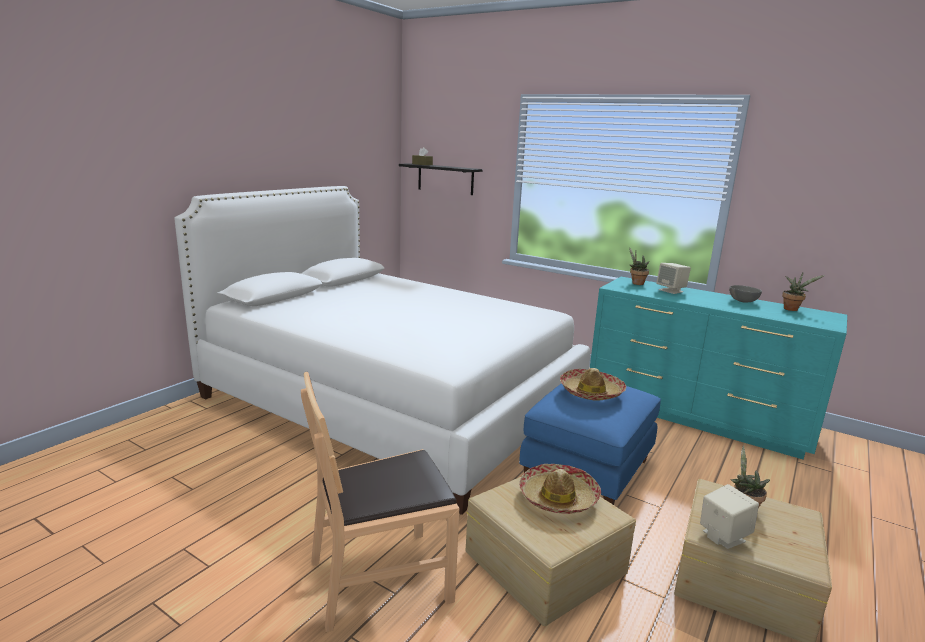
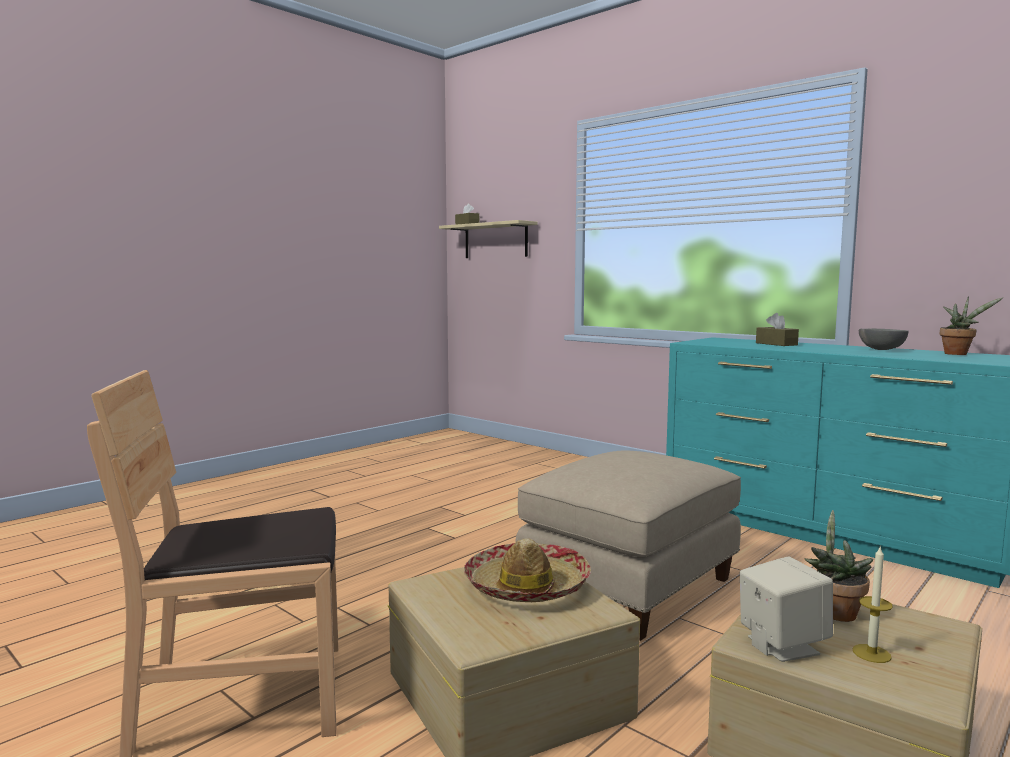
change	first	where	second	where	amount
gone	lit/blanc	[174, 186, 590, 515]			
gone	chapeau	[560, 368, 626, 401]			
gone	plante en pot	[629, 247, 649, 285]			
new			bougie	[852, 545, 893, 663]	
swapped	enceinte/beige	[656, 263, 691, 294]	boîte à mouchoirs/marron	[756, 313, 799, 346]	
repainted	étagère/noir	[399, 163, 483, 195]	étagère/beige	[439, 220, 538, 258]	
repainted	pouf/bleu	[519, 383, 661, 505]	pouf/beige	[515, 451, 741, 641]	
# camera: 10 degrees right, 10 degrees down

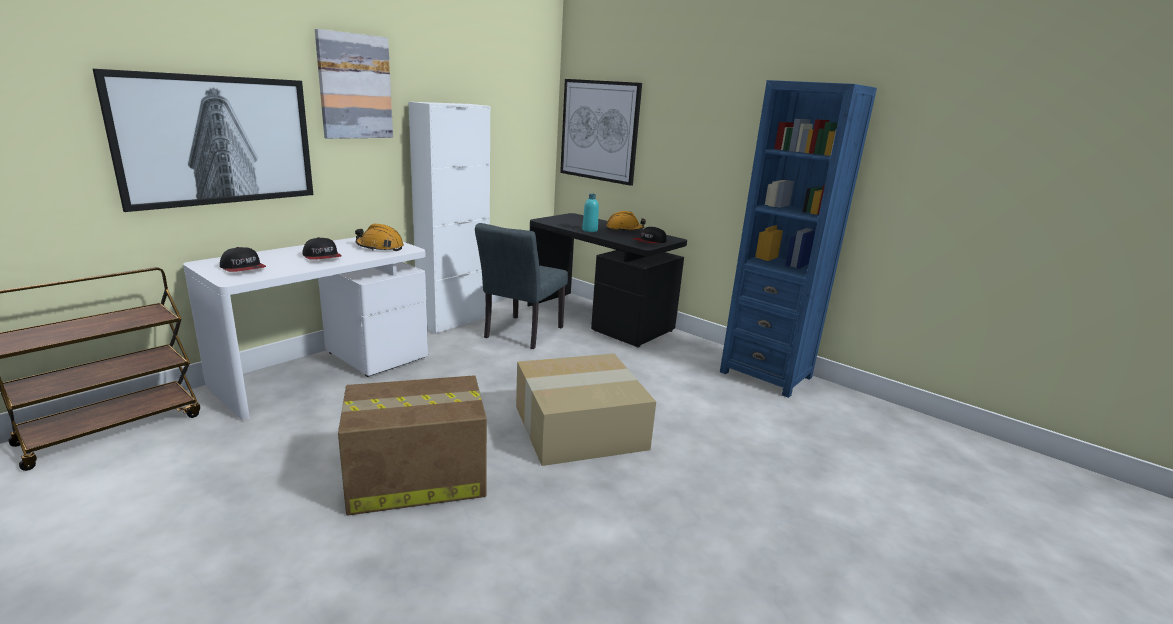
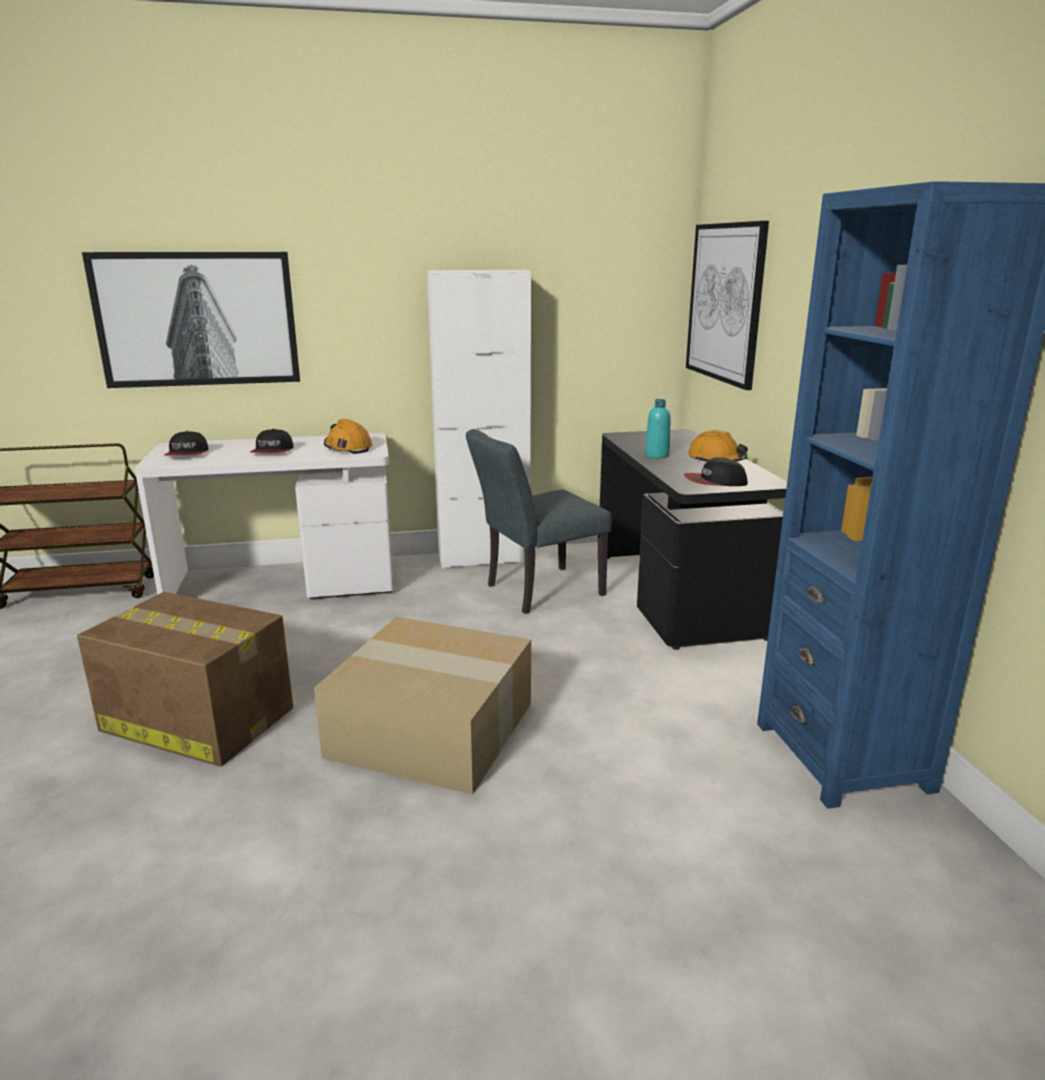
change	first	where	second	where	amount
gone	tableau	[315, 29, 393, 139]			
# camera: 40 degrees right, 0 degrees up

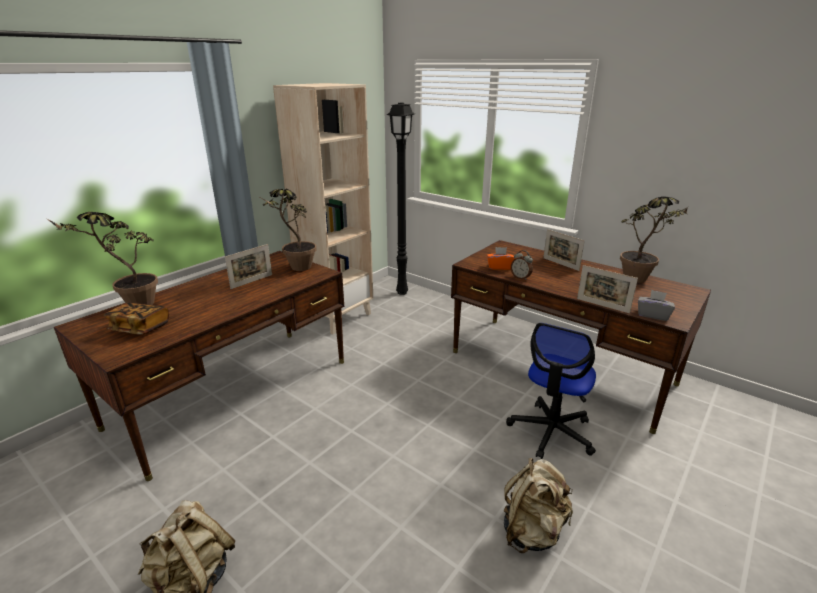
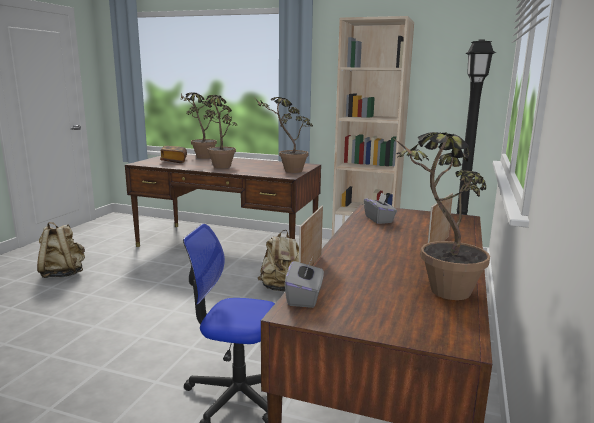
change	first	where	second	where	amount
gone	cadre photo	[225, 244, 272, 289]			
gone	réveil	[511, 250, 533, 280]			
new			plante en pot	[203, 95, 237, 169]	
shifted	sac à dos/beige	[504, 458, 573, 553]		[258, 230, 299, 291]	
repainted	boîte à mouchoirs/orange	[487, 247, 515, 270]	boîte à mouchoirs/gris	[364, 193, 397, 224]	
# camera: 70 degrees right, 10 degrees down

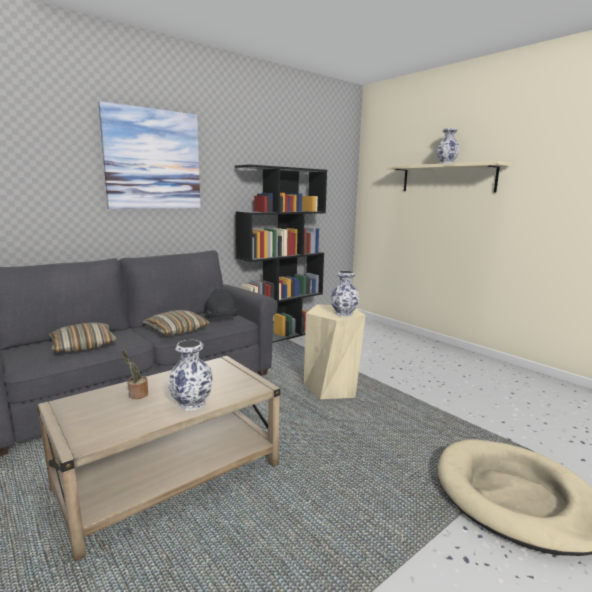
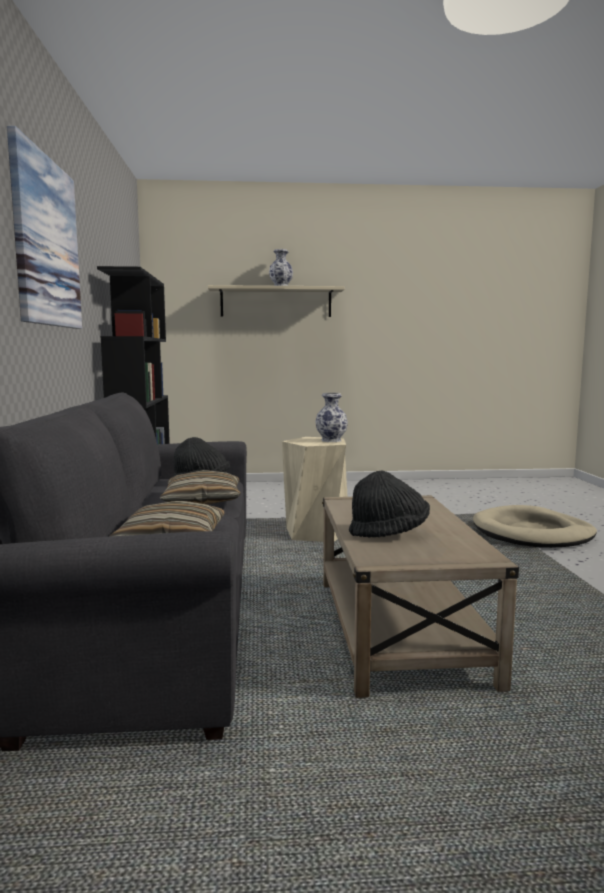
change	first	where	second	where	amount
gone	vase	[168, 340, 213, 411]			
swapped	plante en pot	[122, 350, 148, 399]	chapeau/noir	[349, 470, 430, 538]	
# camera: 55 degrees left, 5 degrees down

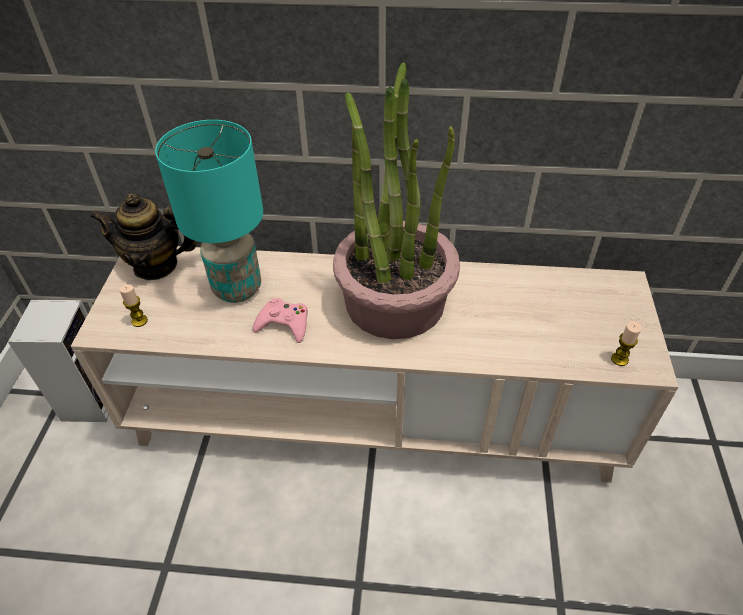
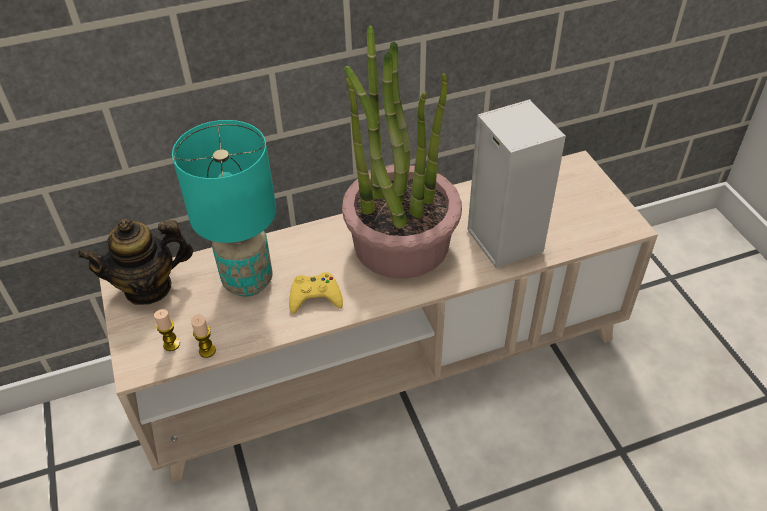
change	first	where	second	where	amount
shifted	enceinte	[8, 300, 109, 422]		[467, 99, 566, 268]	
shifted	bougie	[611, 321, 642, 366]		[191, 315, 216, 358]	
repainted	manette/rose	[253, 298, 308, 343]	manette/jaune	[289, 272, 343, 314]	
# camera: 25 degrees left, 0 degrees up

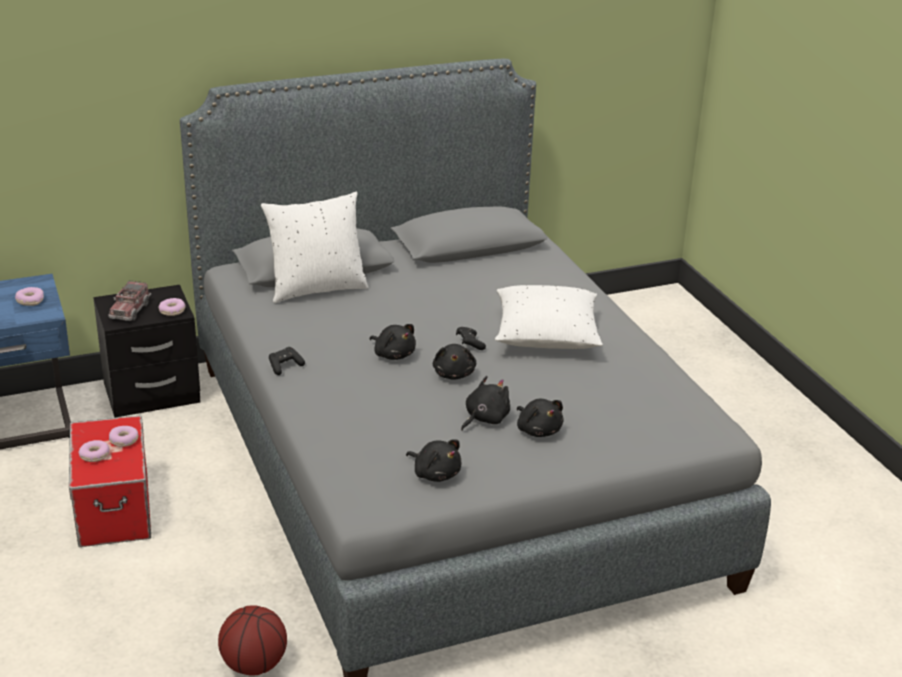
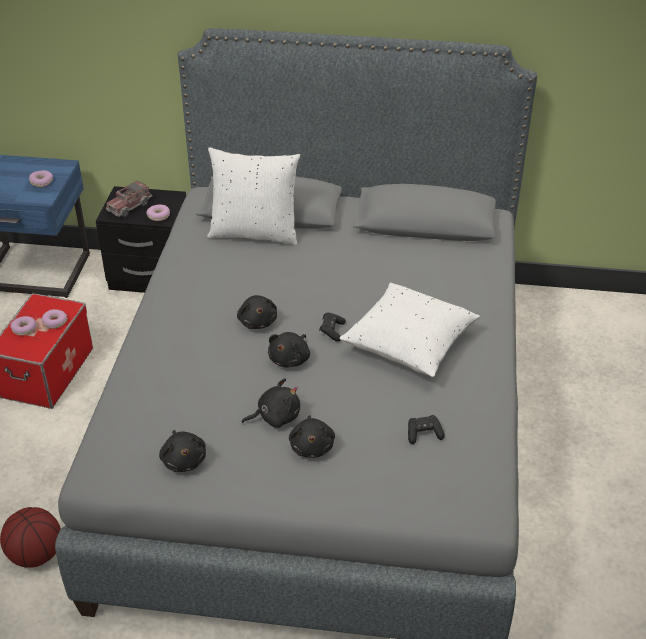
change	first	where	second	where	amount
shifted	manette/noir	[269, 347, 305, 375]		[408, 415, 445, 444]	
# camera: 30 degrees right, 10 degrees up

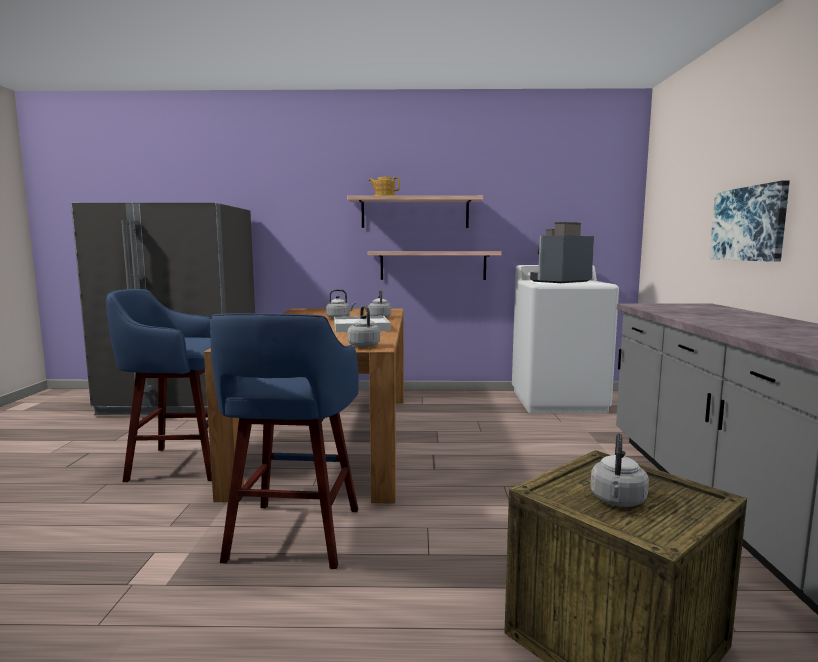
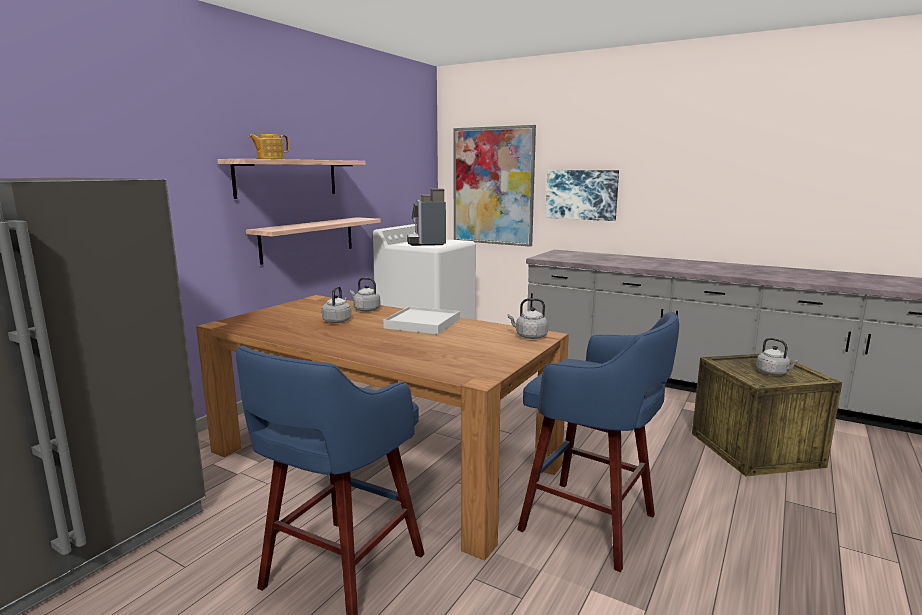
change	first	where	second	where	amount
new			tableau	[453, 125, 536, 247]	
# camera: 60 degrees left, 5 degrees up

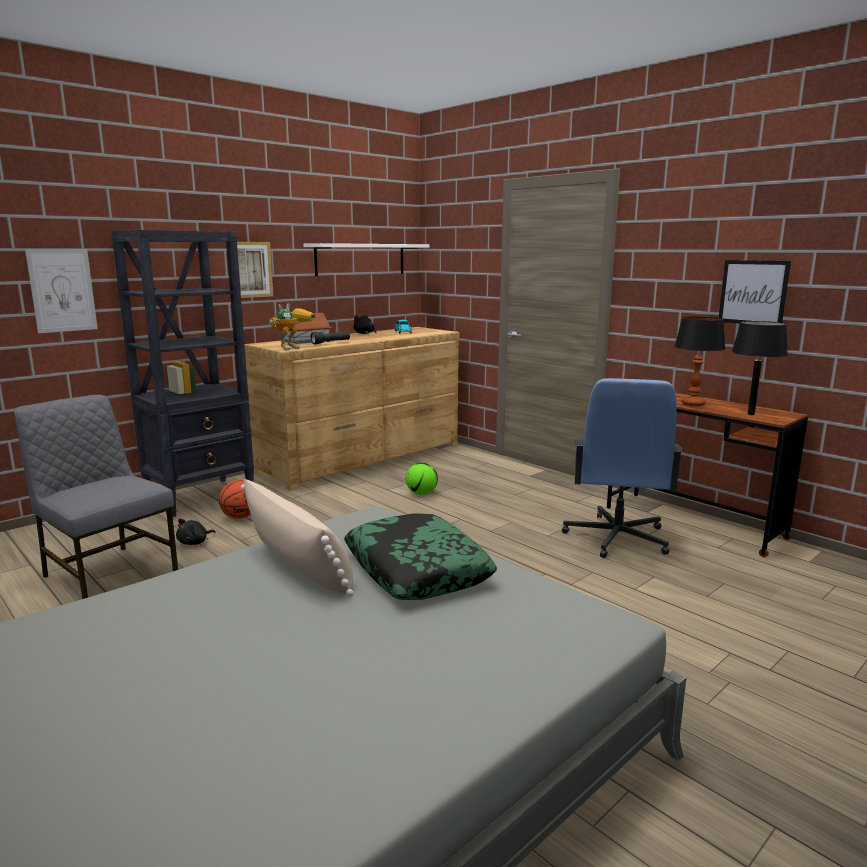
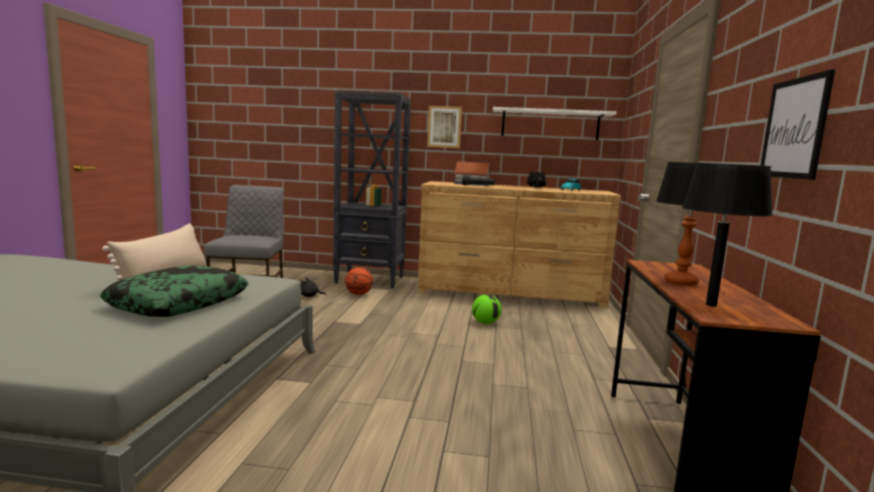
change	first	where	second	where	amount
gone	tableau	[25, 249, 98, 333]			
gone	robot jouet	[269, 304, 316, 351]			
gone	chaise de bureau/bleu	[562, 378, 683, 558]			
# camera: 50 degrees right, 5 degrees down

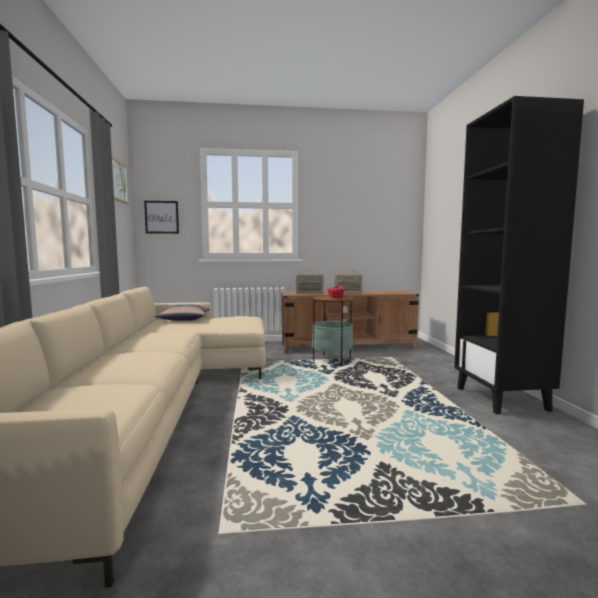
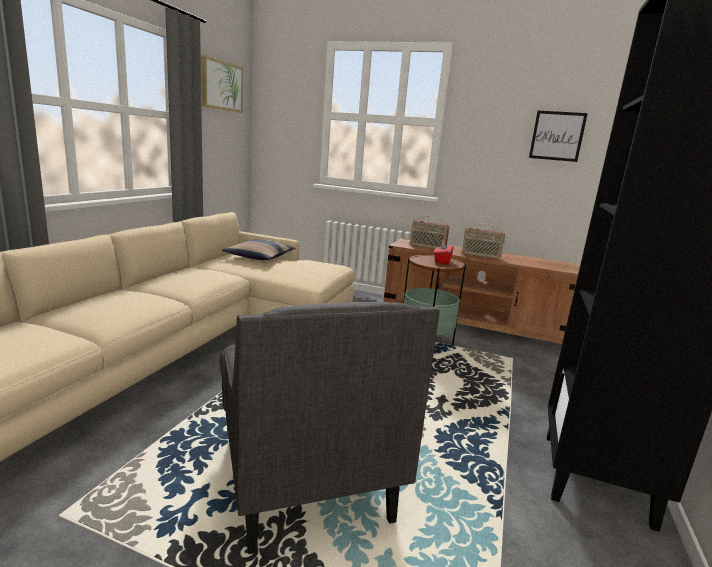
change	first	where	second	where	amount
new			fauteuil/gris	[219, 302, 440, 554]	
shifted	tableau	[144, 201, 179, 234]		[529, 111, 588, 162]	
# camera: 25 degrees right, 10 degrees up

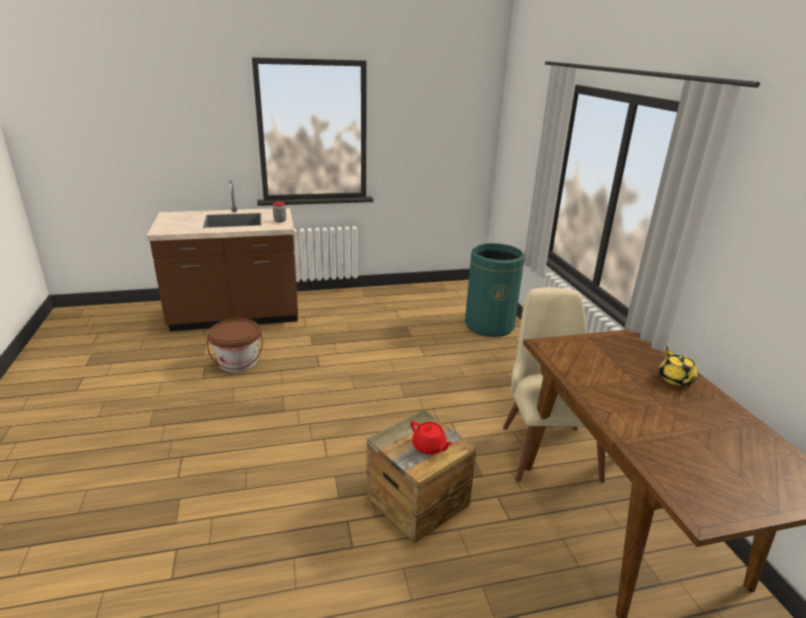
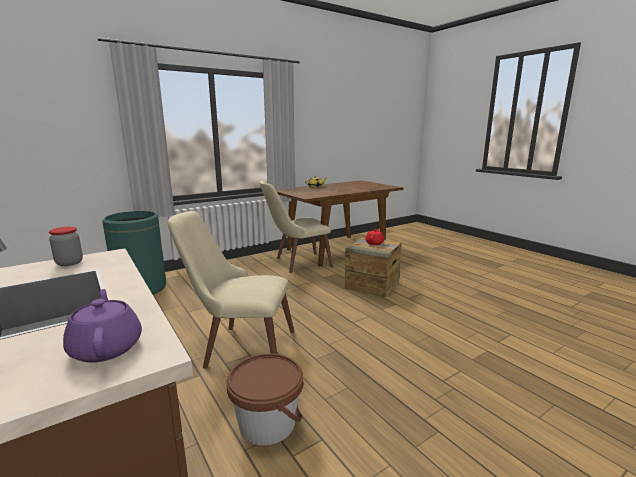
change	first	where	second	where	amount
new			théière/violet	[63, 289, 142, 363]	
new			chaise/beige	[168, 211, 294, 368]	
# camera: 110 degrees left, 10 degrees down

